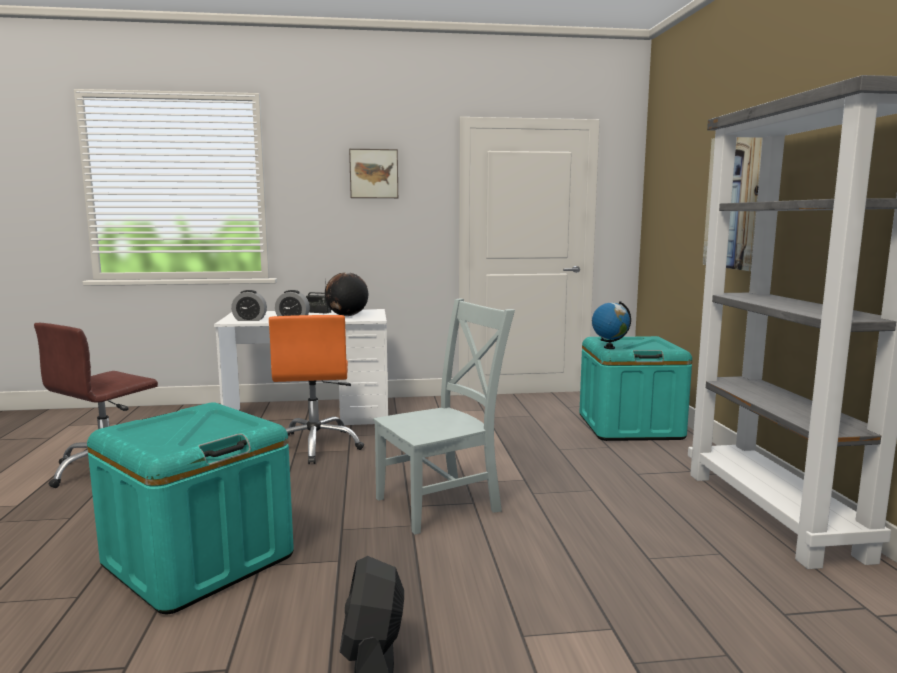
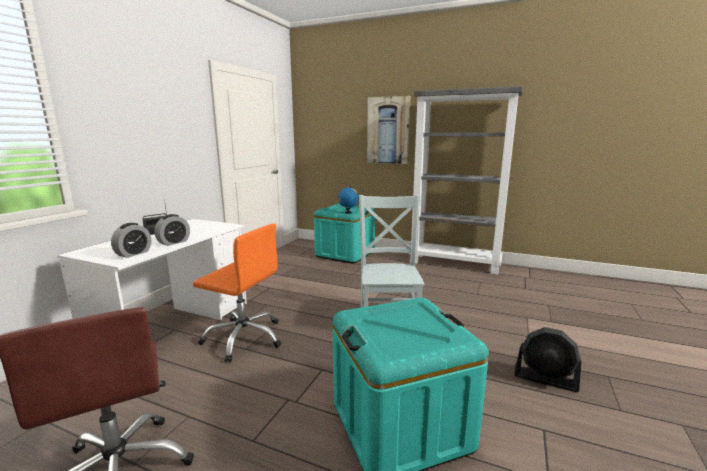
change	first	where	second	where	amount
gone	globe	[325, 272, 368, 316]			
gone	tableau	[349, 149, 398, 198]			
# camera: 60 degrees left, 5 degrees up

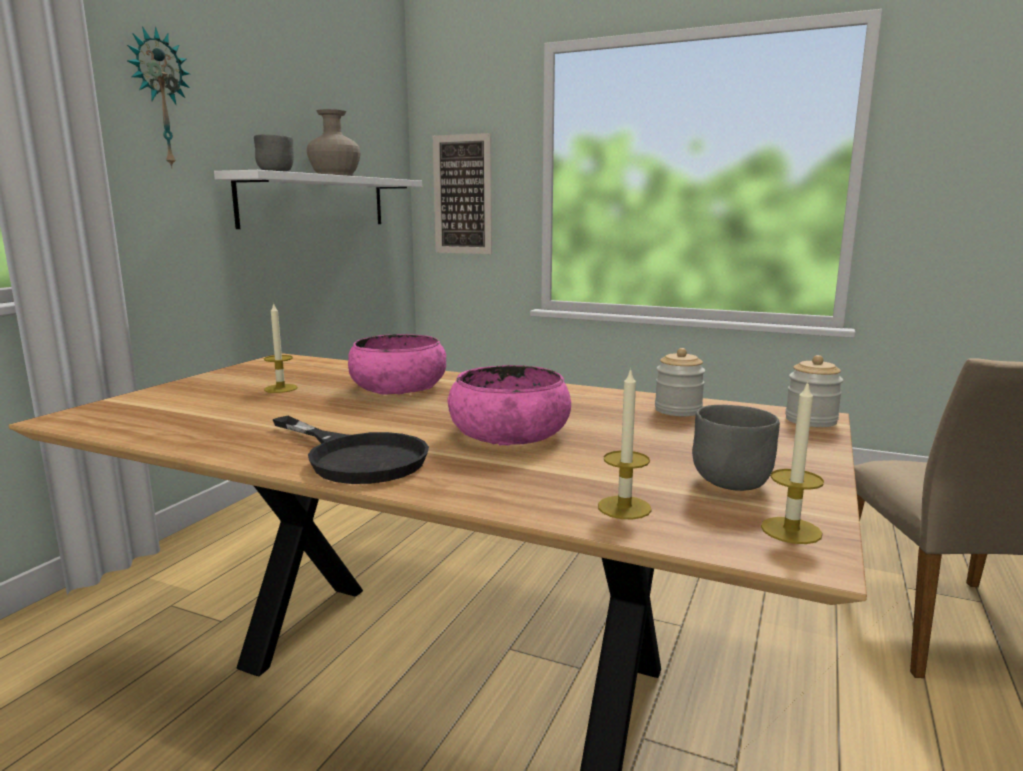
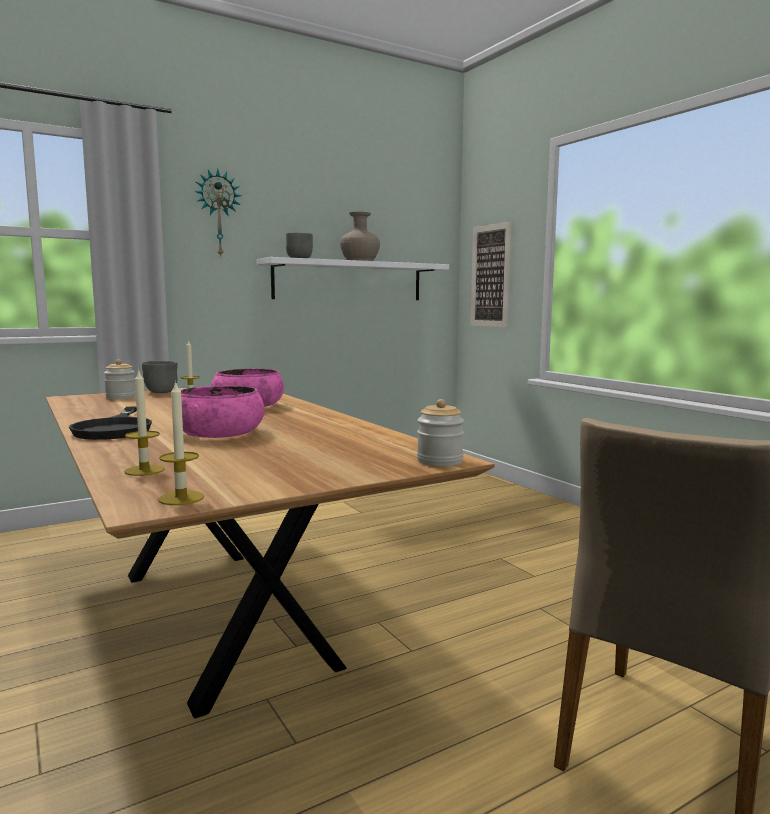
change	first	where	second	where	amount
shifted	bocal	[655, 348, 705, 416]		[104, 359, 136, 399]	
shifted	bol/gris	[692, 405, 780, 491]		[142, 361, 178, 393]	
# camera: 35 degrees right, 5 degrees down

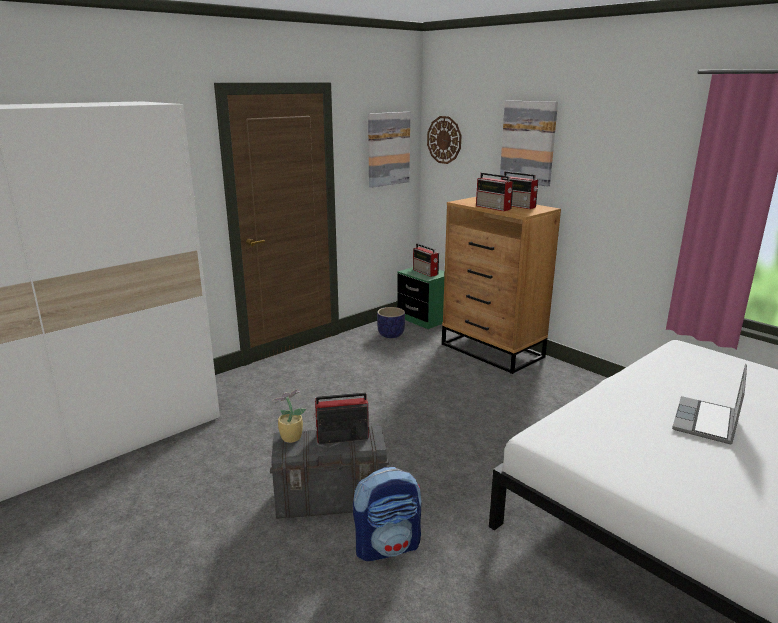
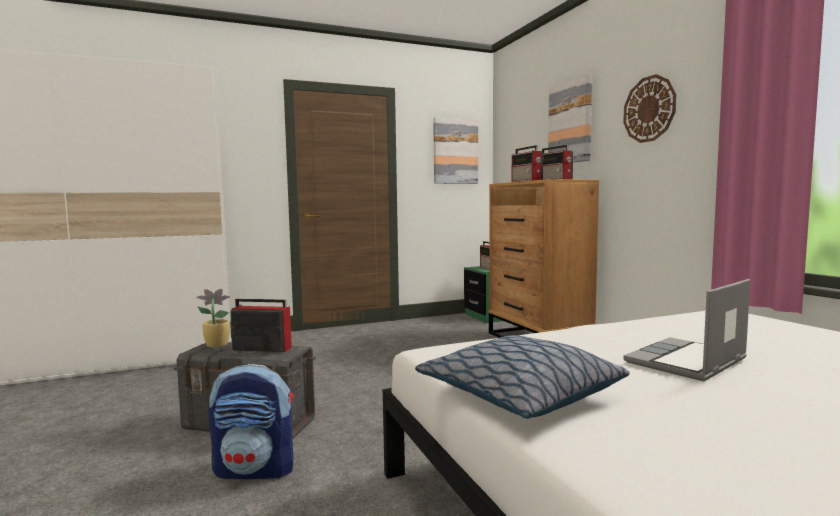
change	first	where	second	where	amount
gone	cache-pot	[377, 307, 405, 338]			
new			coussin	[415, 335, 629, 419]	
shifted	horloge murale	[427, 116, 462, 164]		[623, 74, 676, 143]	
# camera: 20 degrees right, 15 degrees down

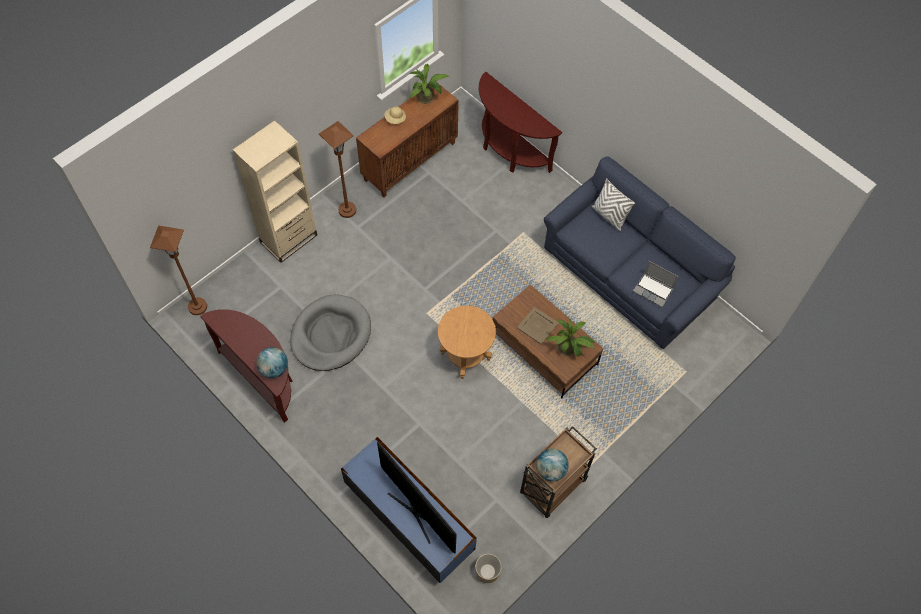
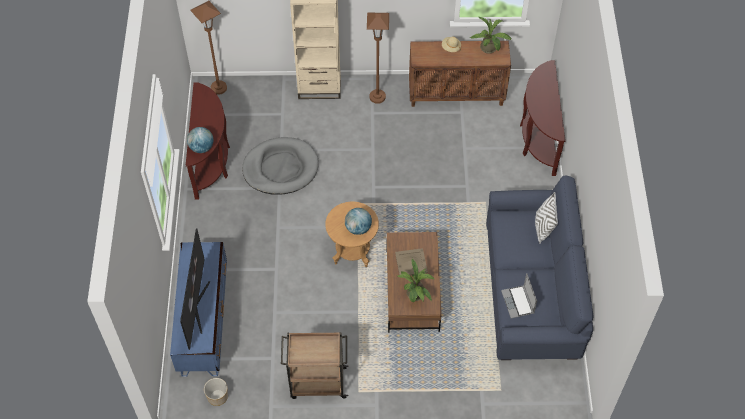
change	first	where	second	where	amount
shifted	globe	[536, 449, 569, 481]		[345, 208, 372, 235]	
# camera: 45 degrees right, 5 degrees down

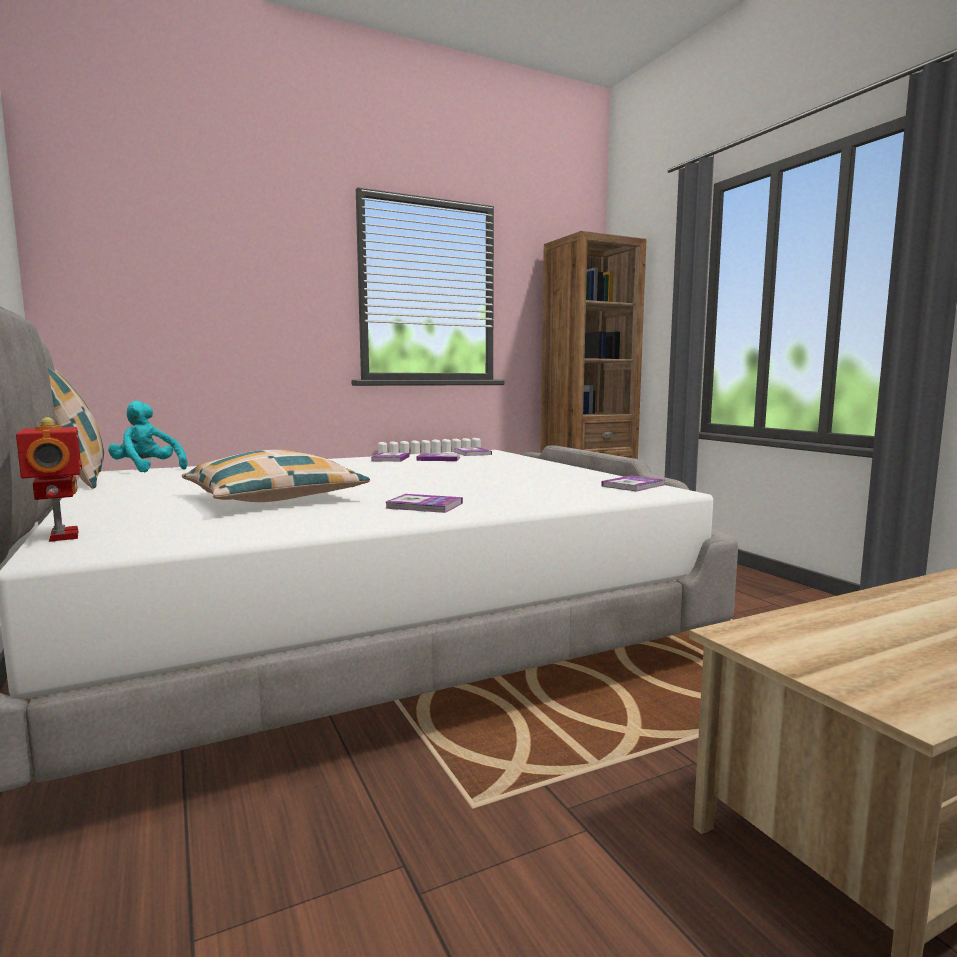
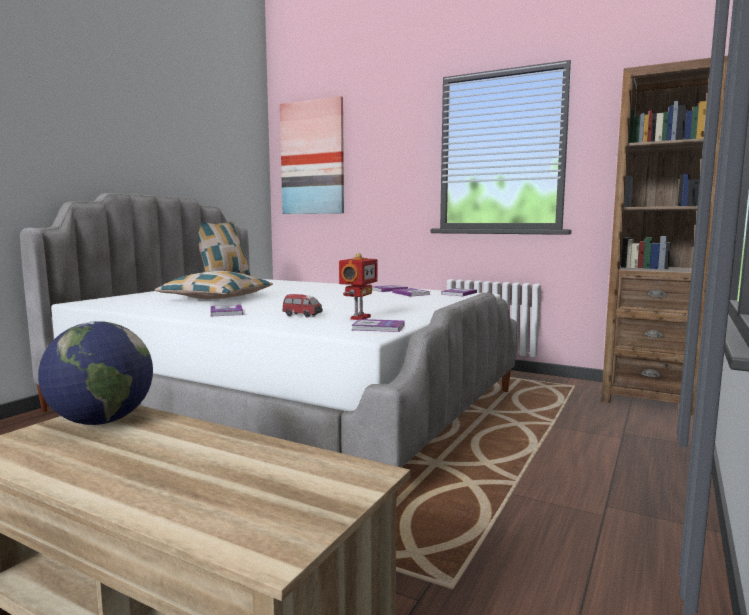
change	first	where	second	where	amount
gone	peluche/turquoise	[108, 401, 187, 472]			
new			globe	[38, 321, 153, 425]	
new			tableau	[280, 96, 344, 214]	
new			petite voiture	[283, 294, 323, 318]	
shifted	robot jouet	[16, 417, 82, 542]		[339, 253, 377, 320]	
# camera: 55 degrees right, 0 degrees up

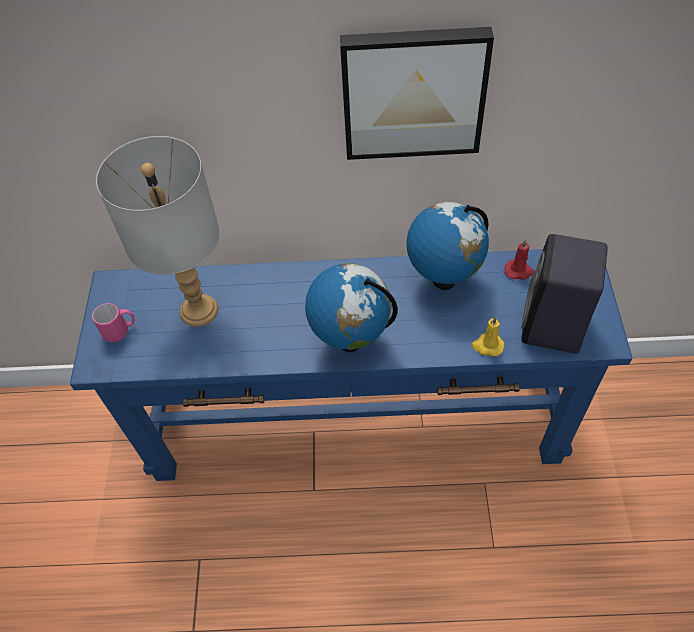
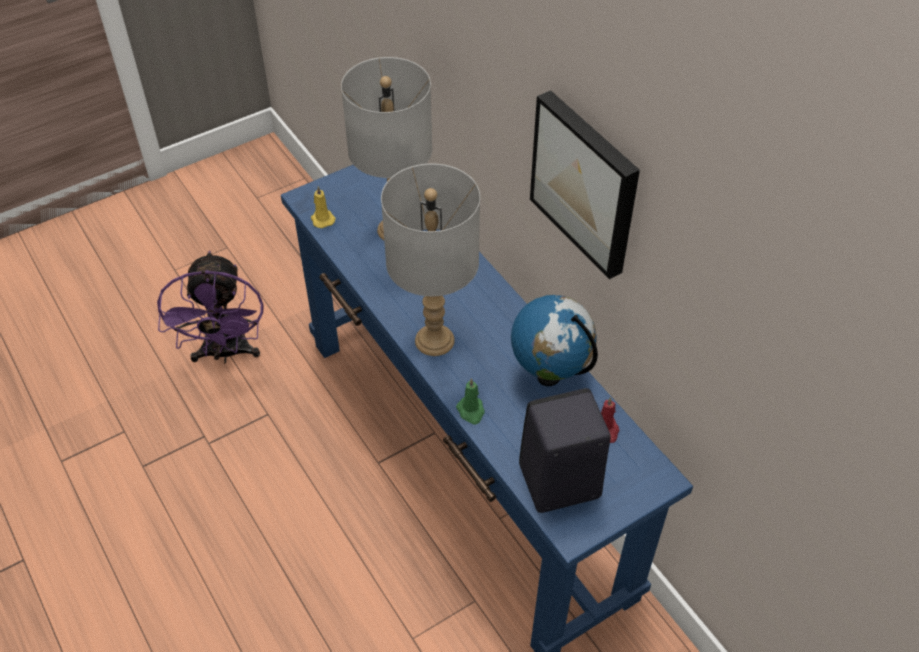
change	first	where	second	where	amount
gone	mug/rose	[92, 303, 135, 342]			
new			ventilateur/violet	[157, 251, 264, 364]	
new			bougie/vert	[456, 378, 485, 424]	
shifted	bougie/jaune	[471, 317, 504, 356]		[311, 186, 336, 228]	
swapped	globe	[305, 263, 398, 352]	lampe de table/gris	[381, 163, 480, 356]	
# camera: 55 degrees right, 5 degrees down

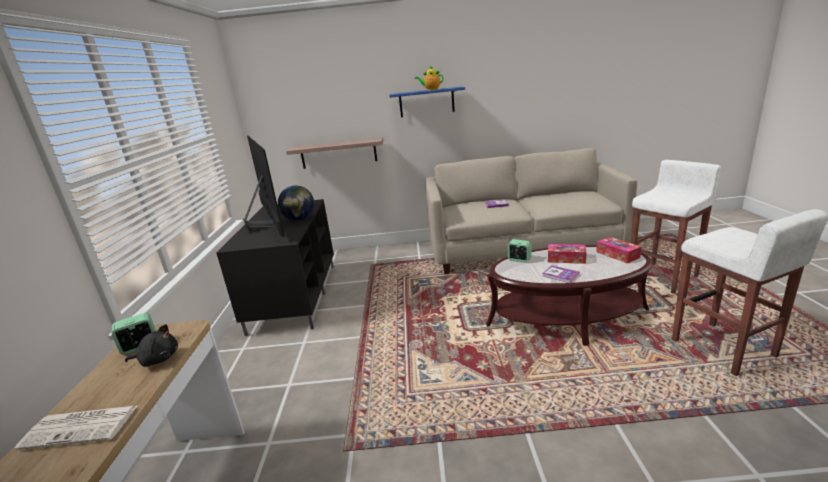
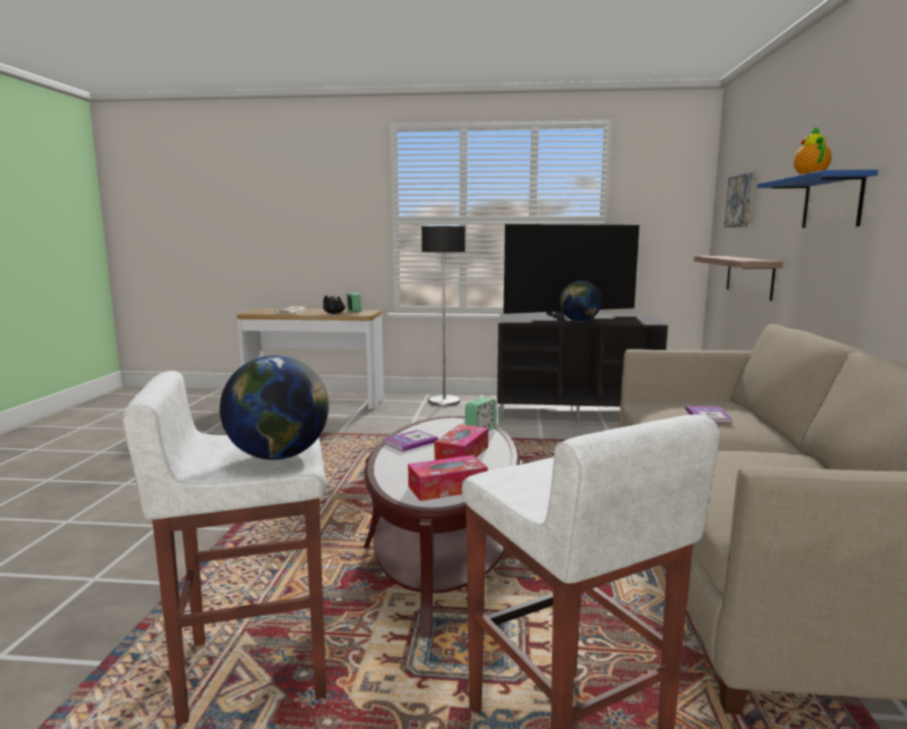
change	first	where	second	where	amount
new			globe	[220, 355, 329, 460]	
new			lampadaire	[422, 226, 465, 406]	
new			tableau	[724, 173, 753, 228]	
# camera: 95 degrees right, 10 degrees down

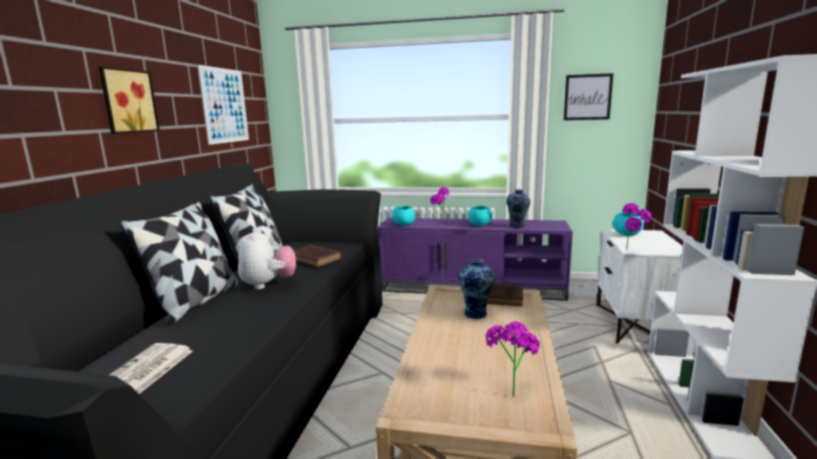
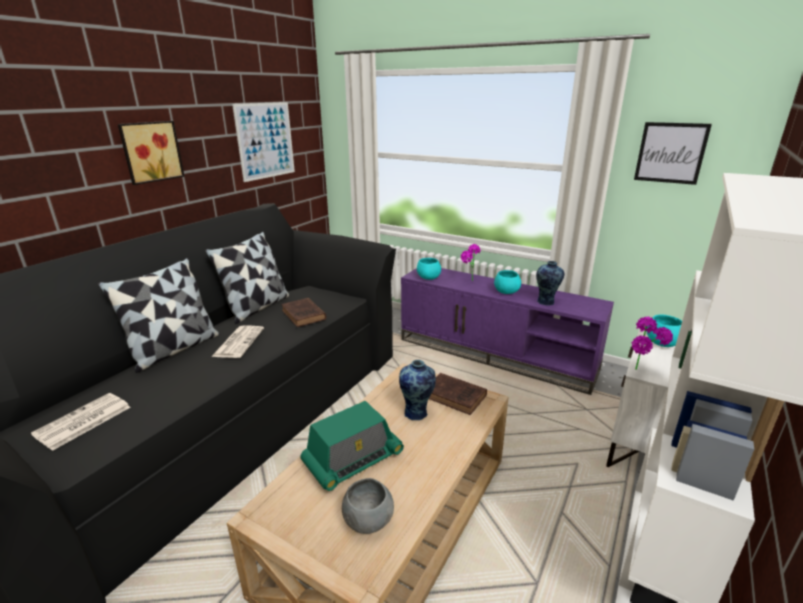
change	first	where	second	where	amount
new			radio	[300, 401, 404, 491]	
swapped	peluche	[238, 228, 296, 289]	journal	[211, 325, 264, 358]	
swapped	plante en pot	[485, 322, 540, 397]	bol/gris	[342, 478, 394, 534]	
# camera: 20 degrees right, 10 degrees up

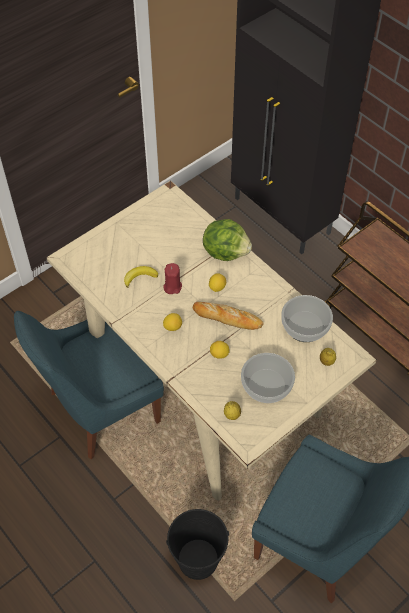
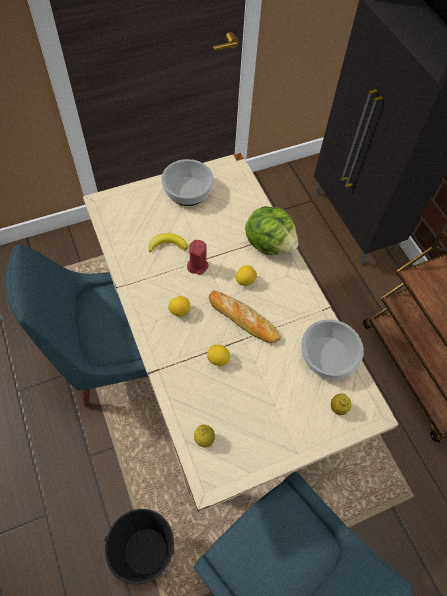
change	first	where	second	where	amount
shifted	bol	[241, 353, 295, 403]		[161, 159, 214, 206]	
# camera: 15 degrees right, 5 degrees up

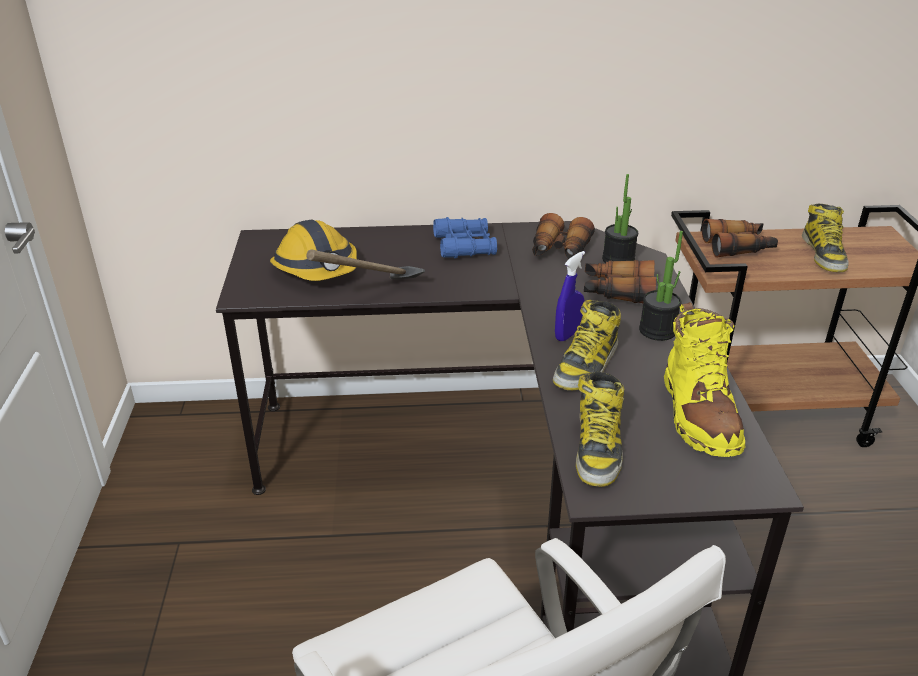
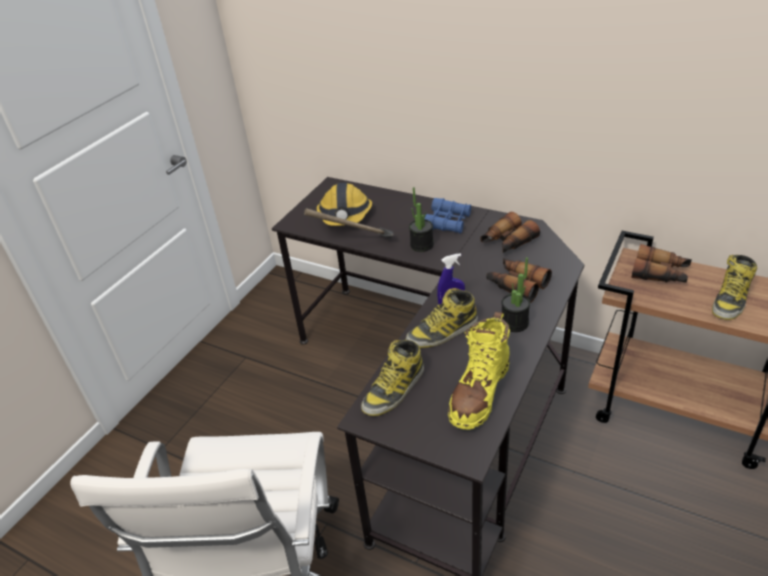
change	first	where	second	where	amount
shifted	plante en pot	[602, 174, 638, 263]		[409, 187, 434, 252]	
# camera: 35 degrees right, 5 degrees up

